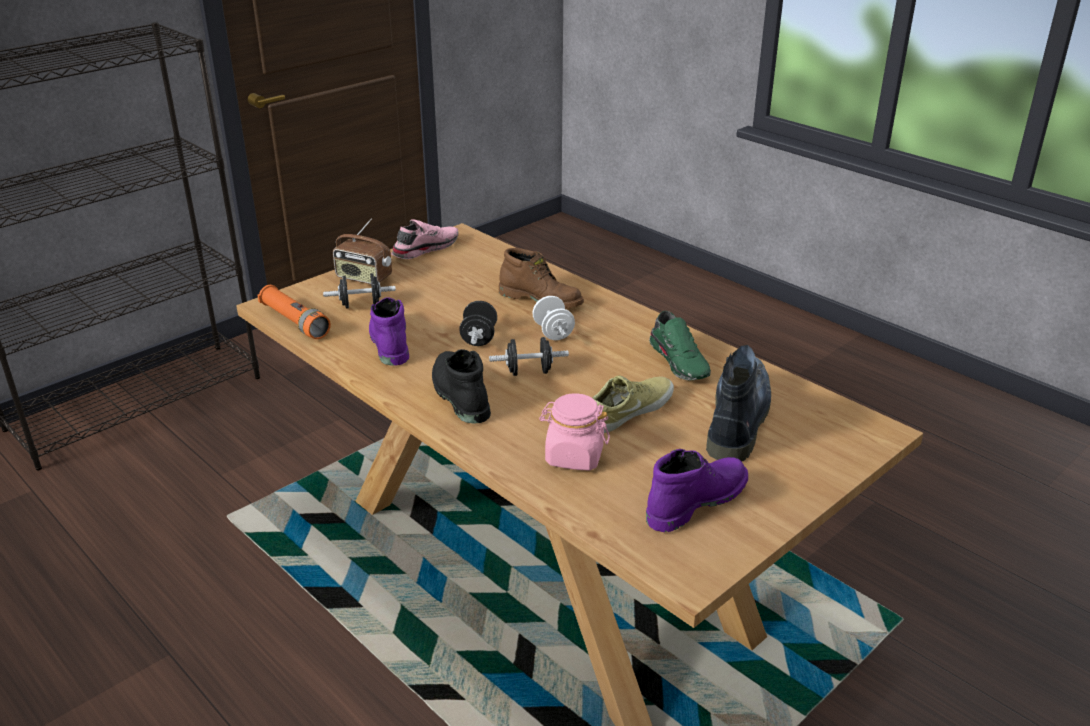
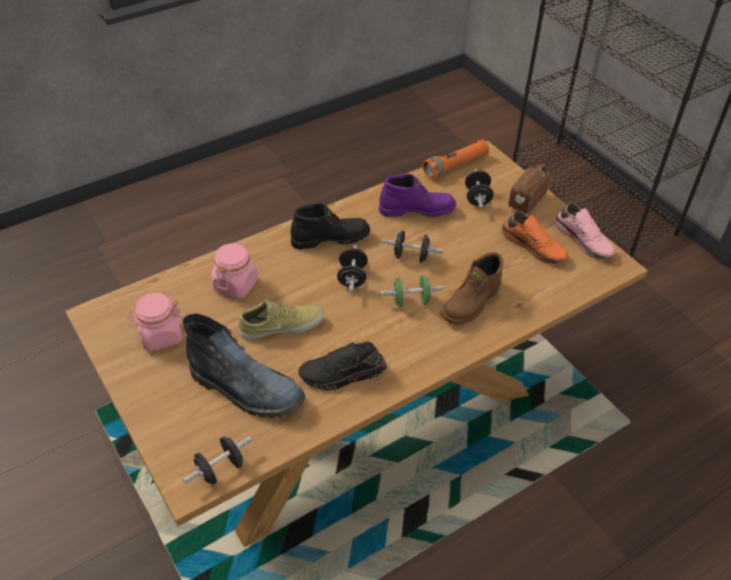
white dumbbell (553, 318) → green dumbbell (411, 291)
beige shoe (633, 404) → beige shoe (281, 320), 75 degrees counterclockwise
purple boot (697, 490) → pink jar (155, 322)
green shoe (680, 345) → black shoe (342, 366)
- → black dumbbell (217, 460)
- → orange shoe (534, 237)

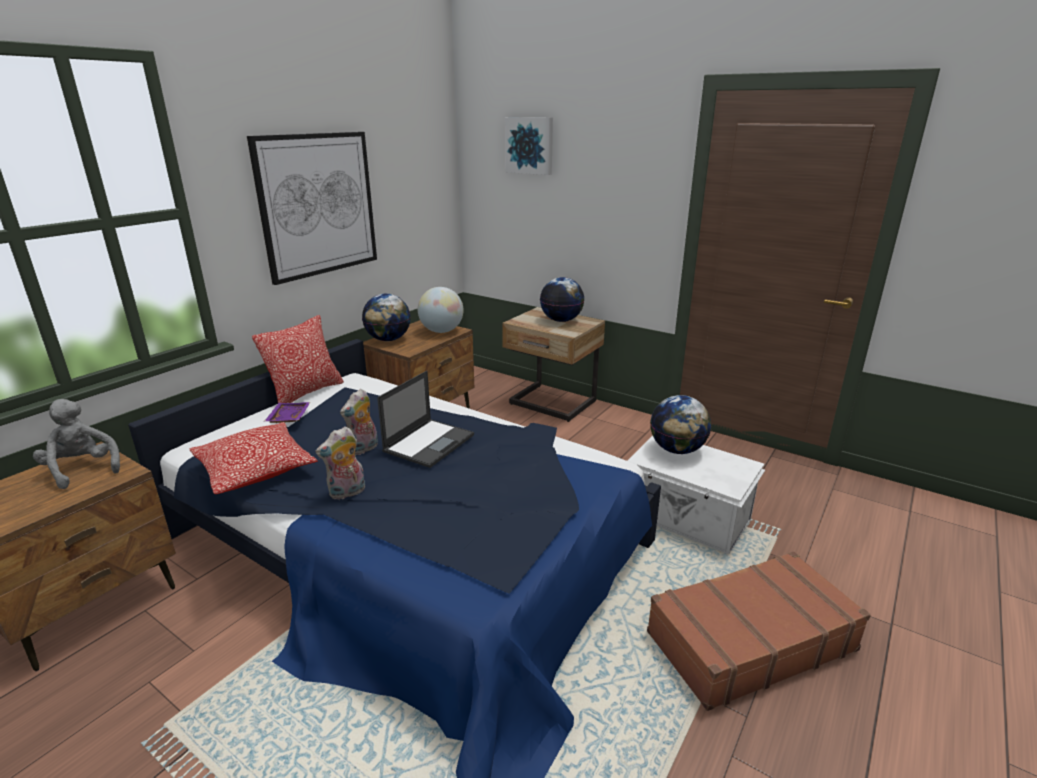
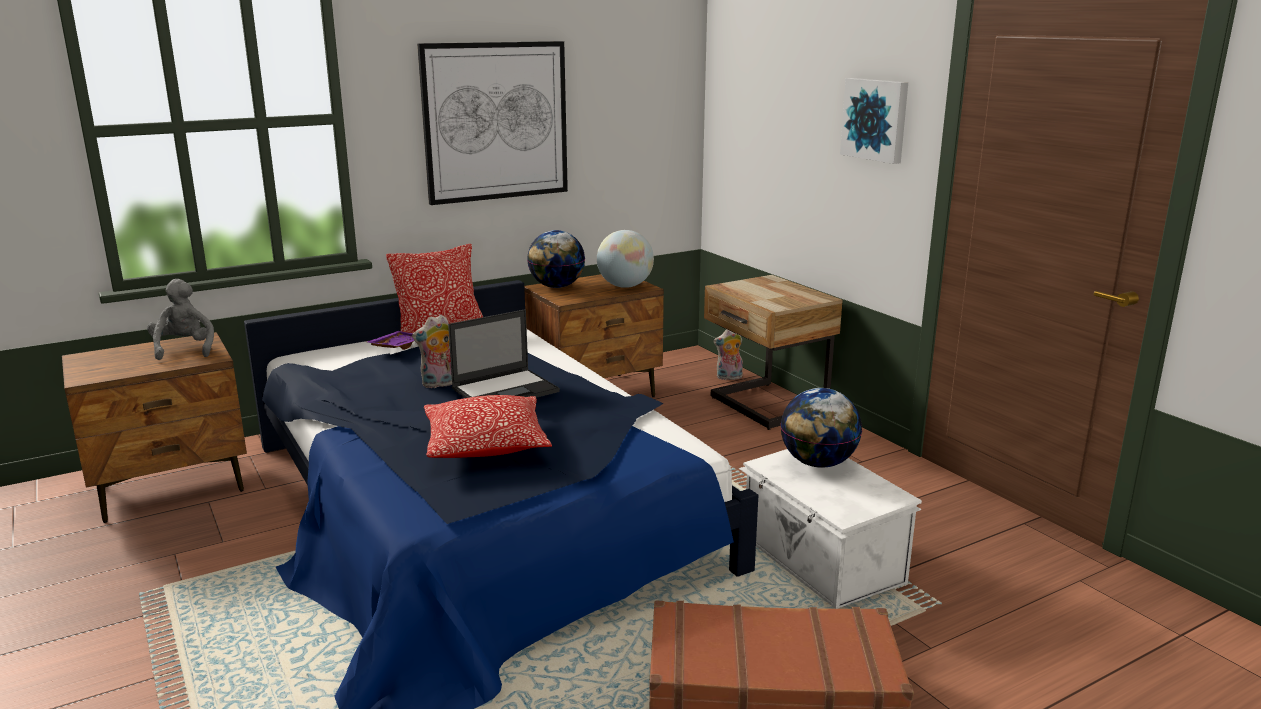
pillow (254, 458) → pillow (488, 426), shifted
plush toy (340, 463) → plush toy (728, 354), shifted
picture (529, 146) → picture (874, 121), shifted
globe (562, 299) → -

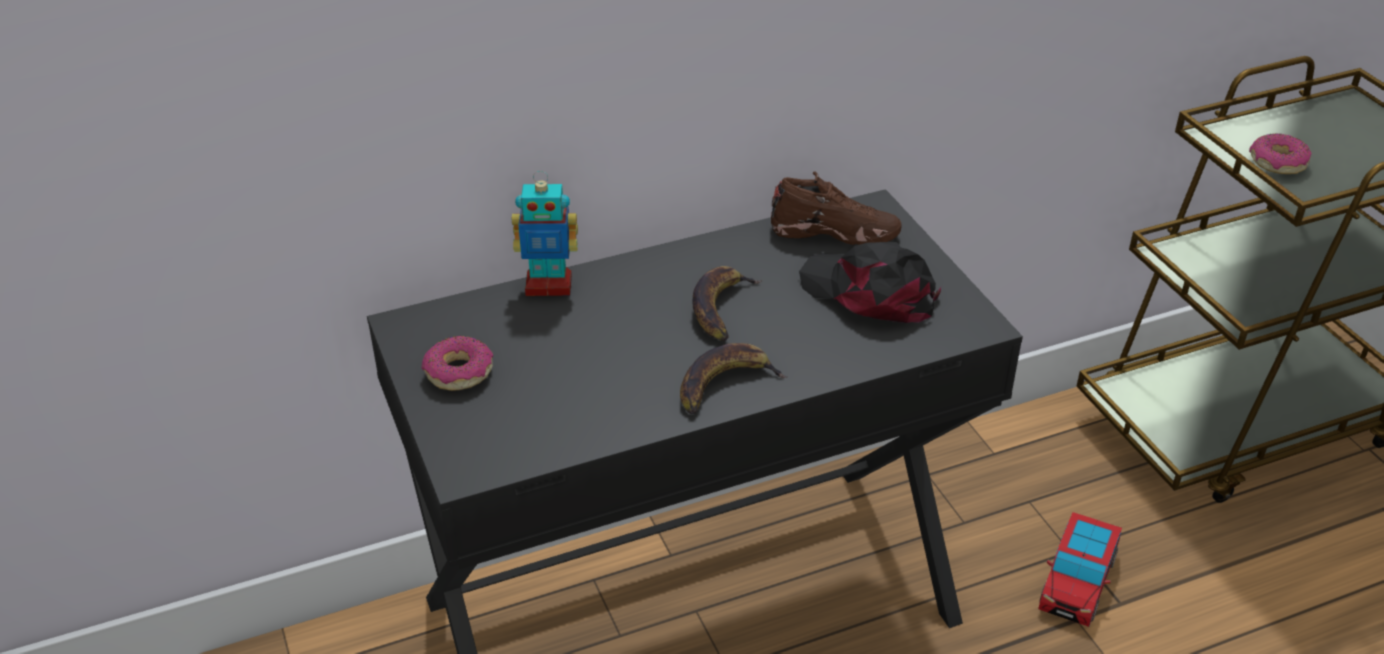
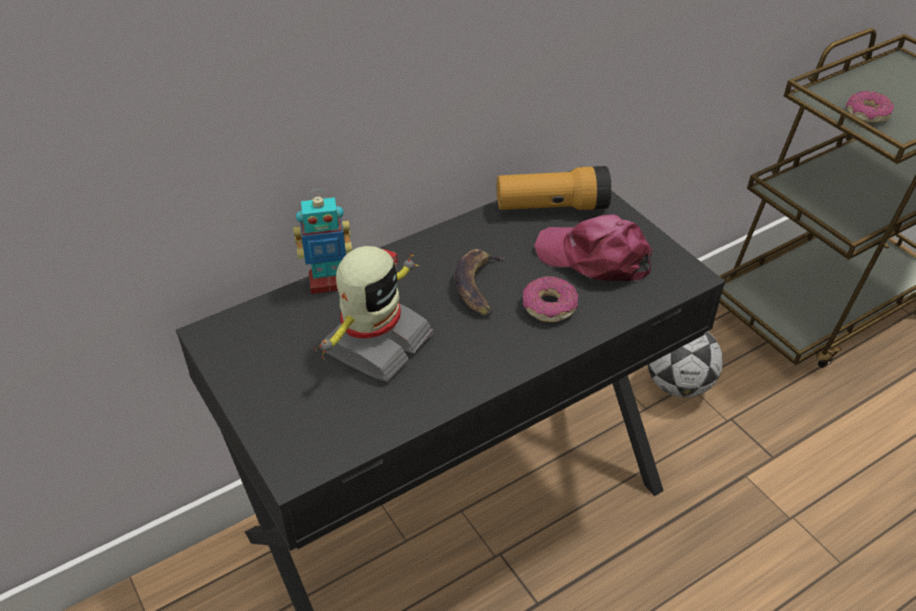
donut (457, 363) → donut (550, 299), shifted
banana (734, 378) → -
brown shoe (836, 208) → flashlight (554, 188)
black cap (870, 282) → pink cap (593, 247)
toy car (1080, 569) → -
- → toy robot (374, 314)
- → football (685, 364)

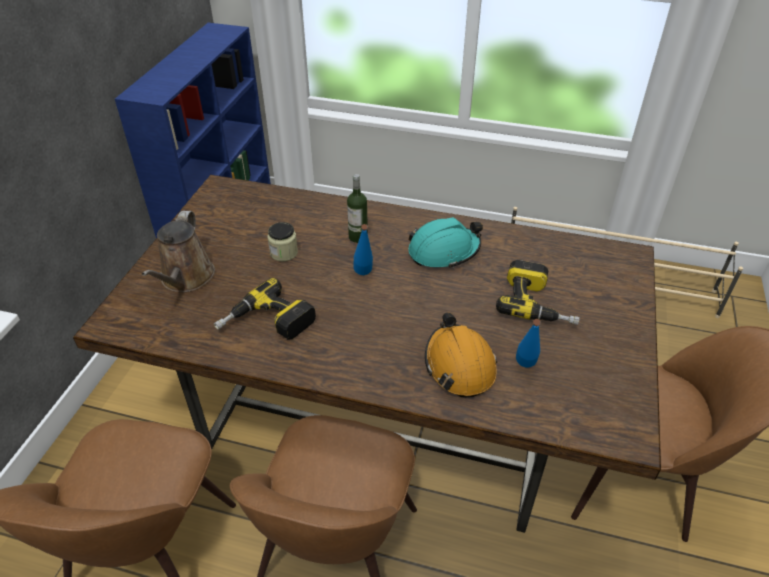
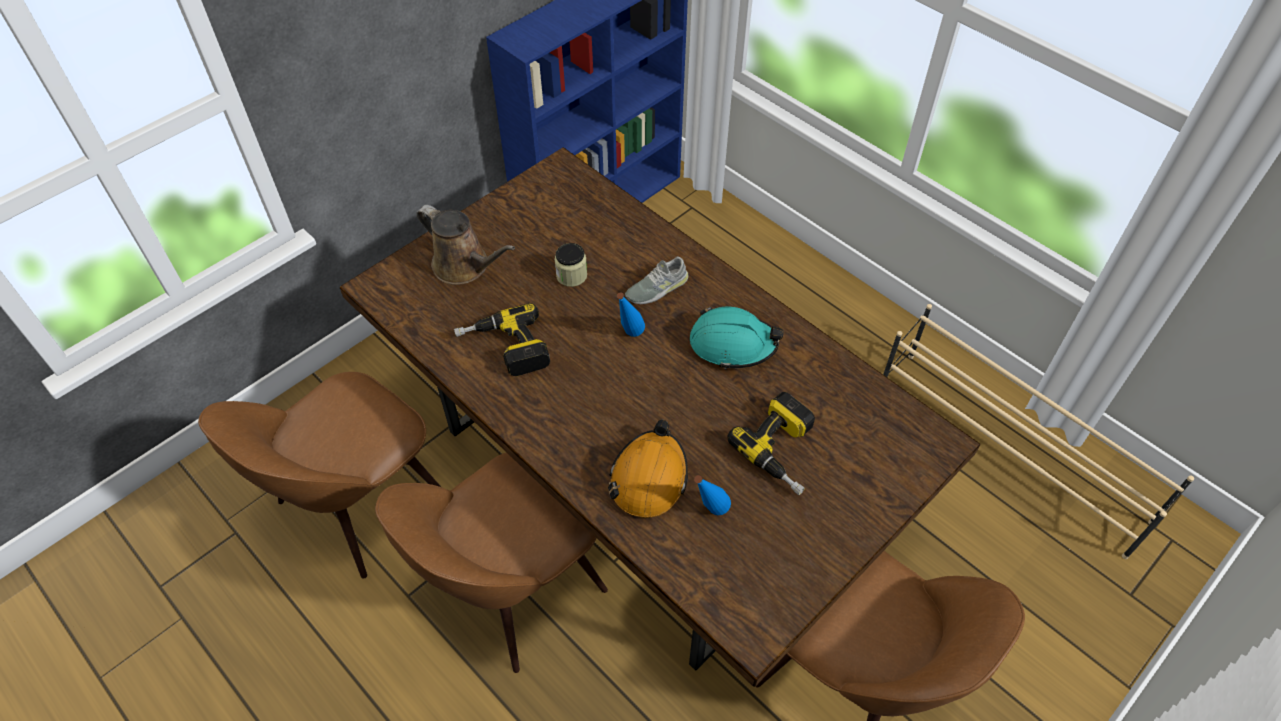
brown watering can (178, 251) → brown watering can (466, 245), 90 degrees counterclockwise
bottle (357, 208) → grey shoe (657, 280)

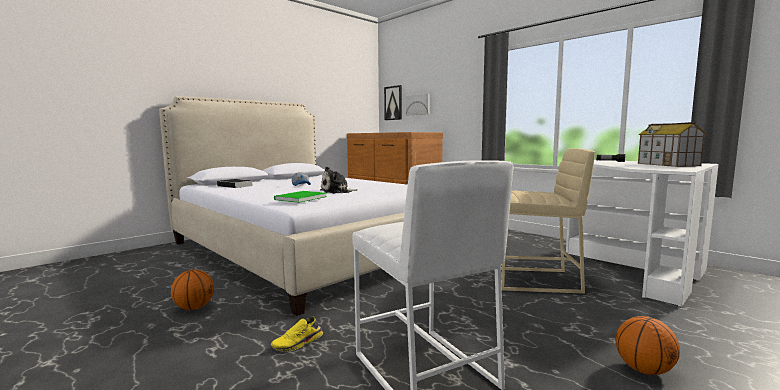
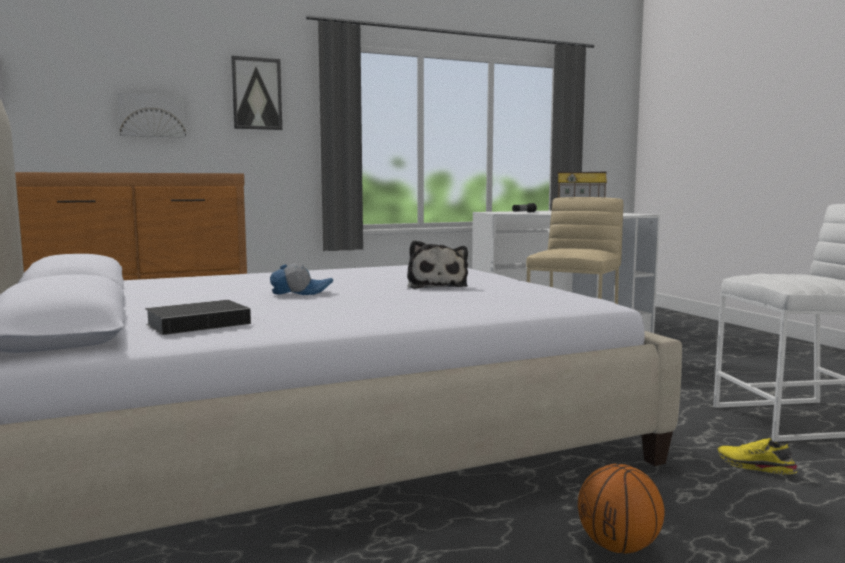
yellow shoe (297, 334) → yellow shoe (758, 456), 150 degrees clockwise
green book (300, 197) → -
picture (393, 102) → picture (256, 93), shifted
basketball (648, 345) → -

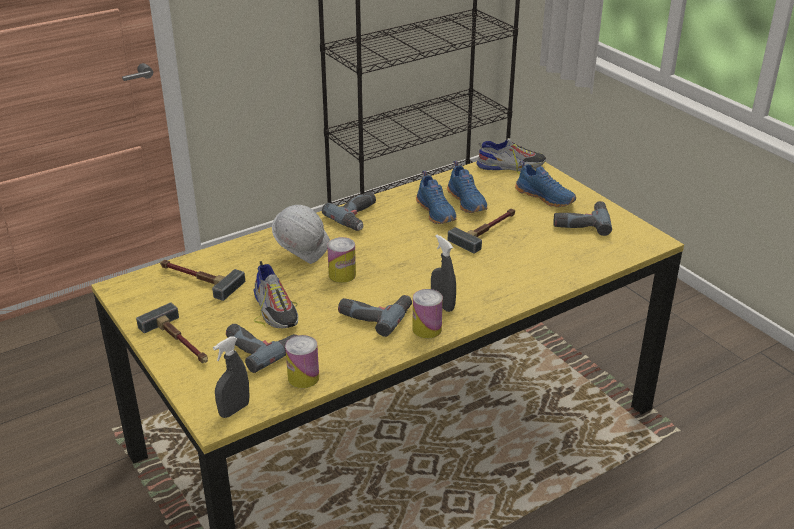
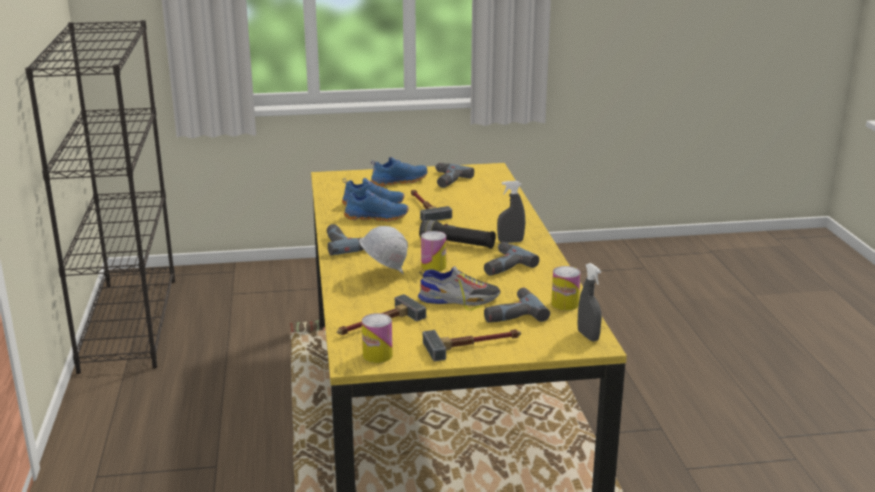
can (427, 313) → can (377, 338), shifted
shoe (511, 156) → -
- → black flashlight (457, 234)

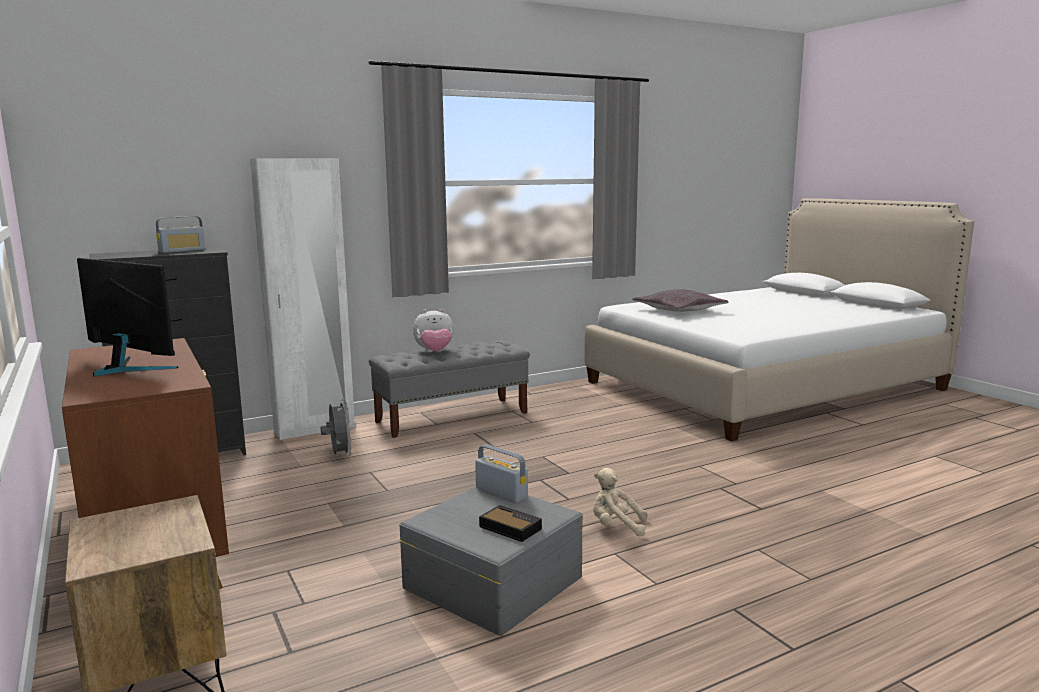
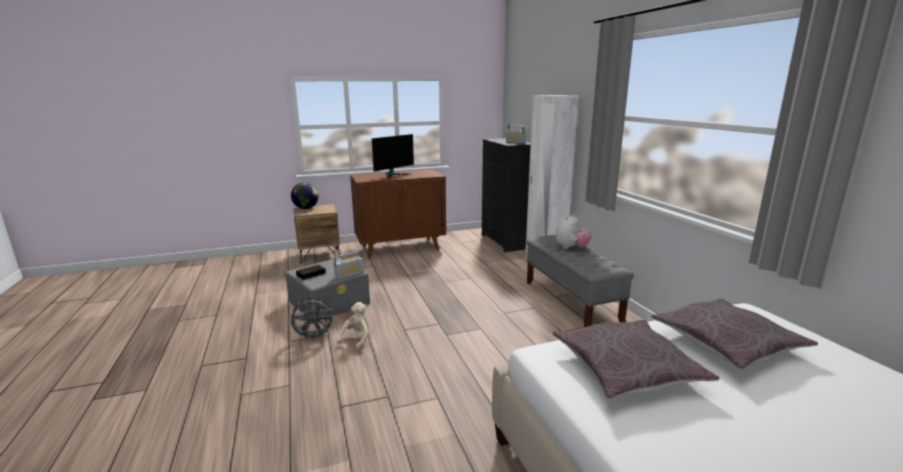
grey fan (336, 427) → grey fan (311, 319), shifted
plush toy (433, 330) → plush toy (573, 231), 135 degrees counterclockwise
- → globe (305, 195)
- → grey pillow (636, 359)

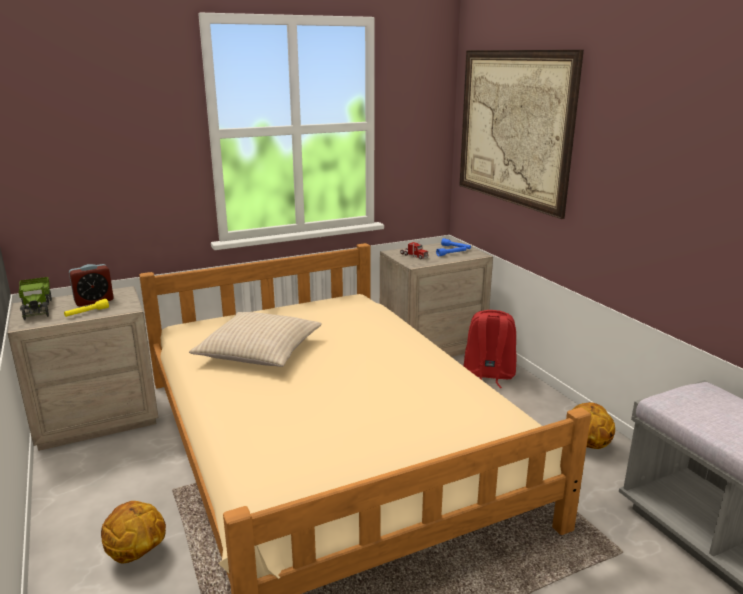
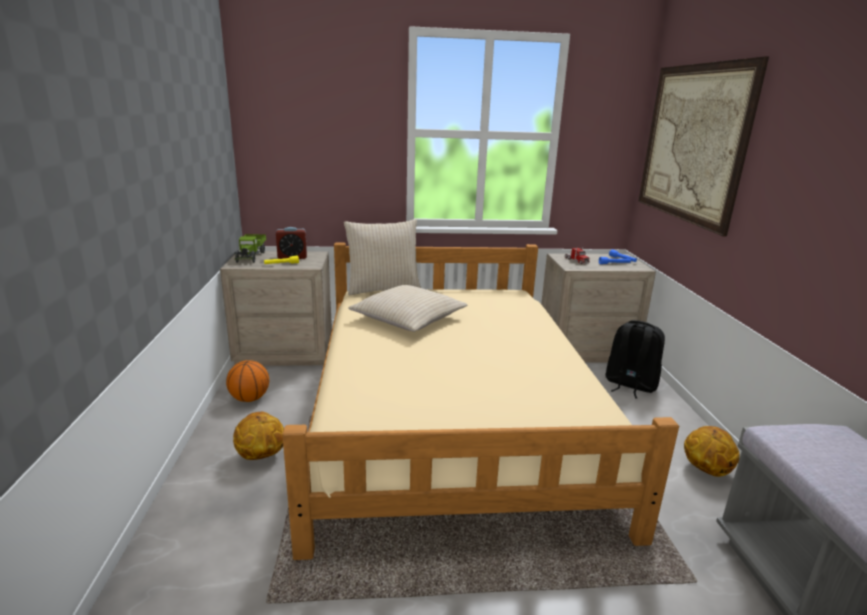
red backpack (490, 349) → black backpack (635, 359)
- → basketball (247, 381)
- → beige pillow (382, 257)

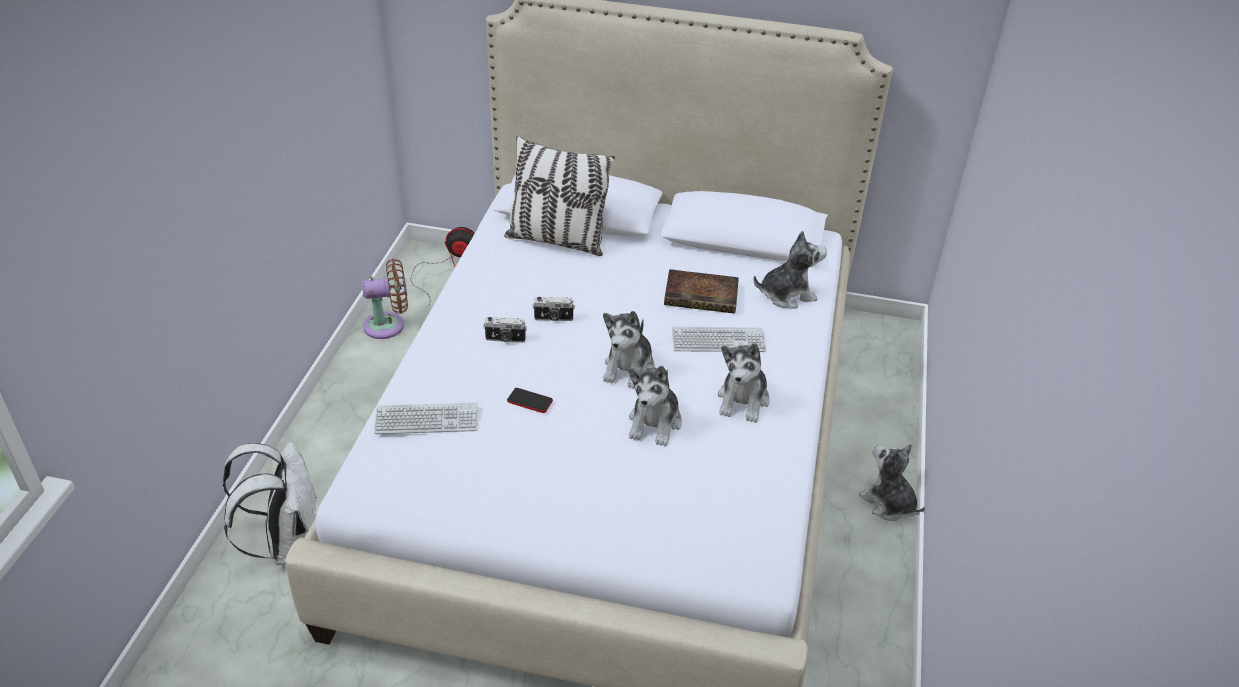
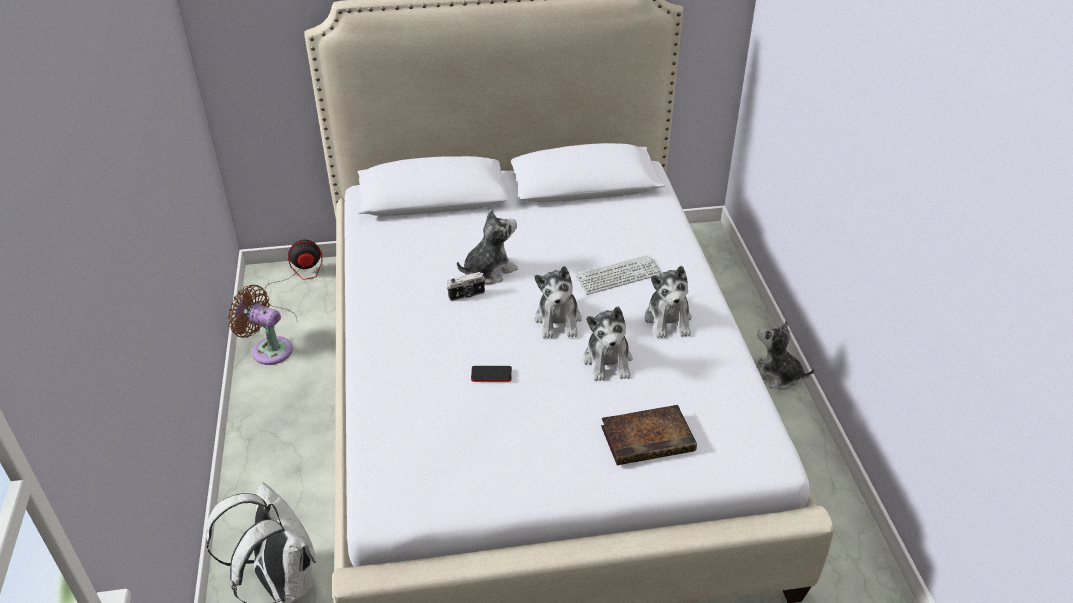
brown fan (385, 298) → brown fan (260, 325), 120 degrees counterclockwise
keyboard (426, 418) → -
photo camera (505, 330) → -
pillow (559, 196) → -
book (701, 291) → book (649, 435), shifted
plush toy (790, 269) → plush toy (487, 246), shifted

